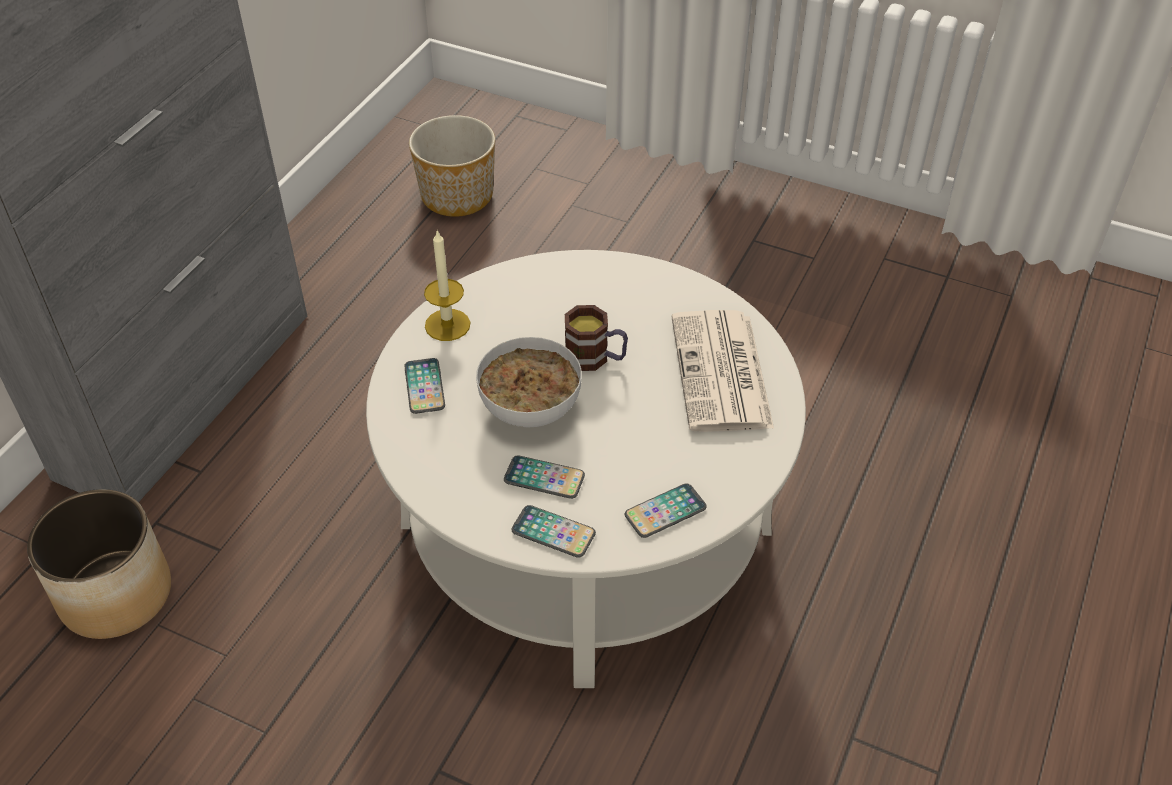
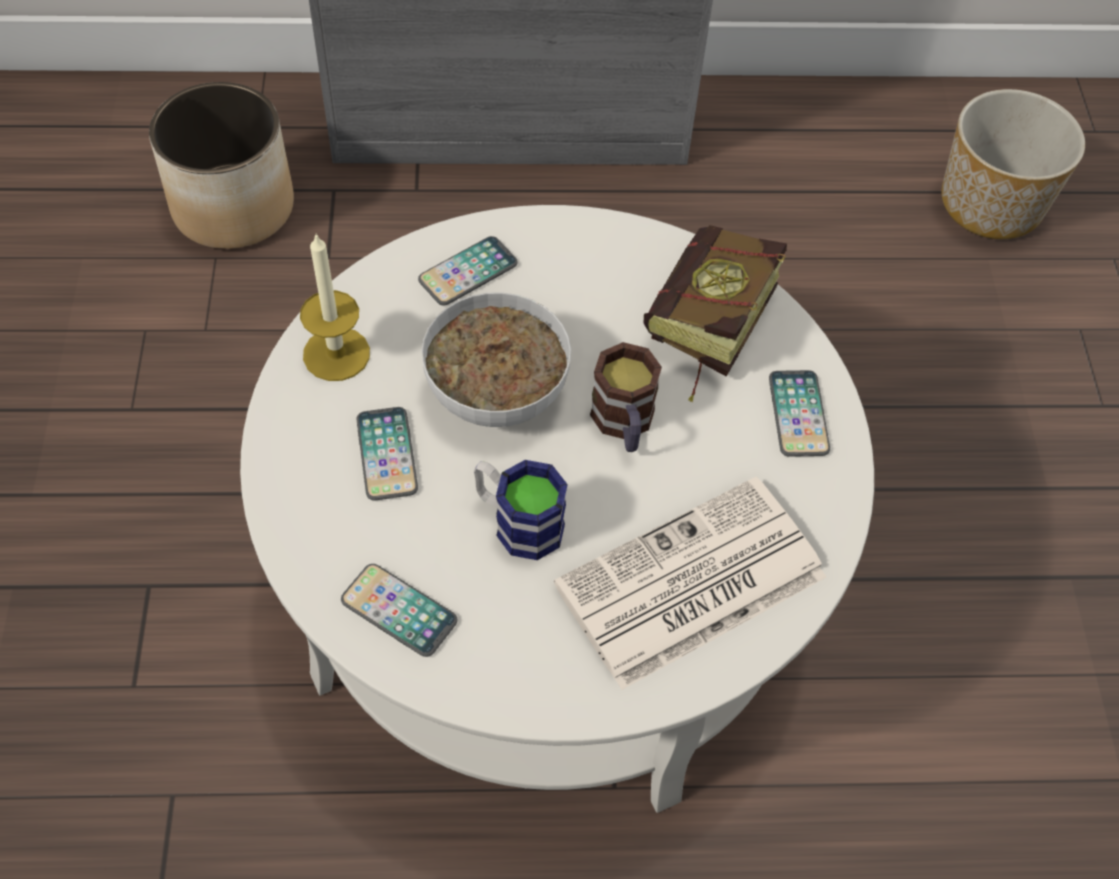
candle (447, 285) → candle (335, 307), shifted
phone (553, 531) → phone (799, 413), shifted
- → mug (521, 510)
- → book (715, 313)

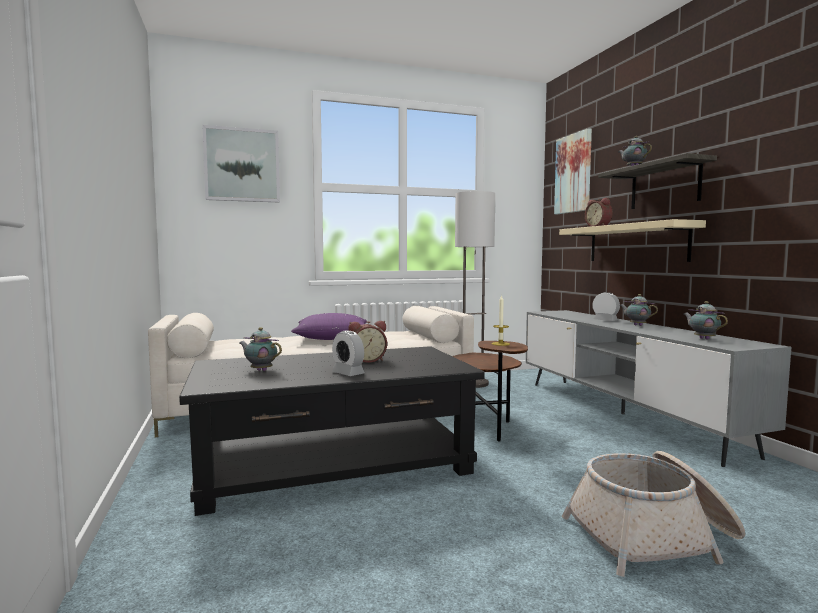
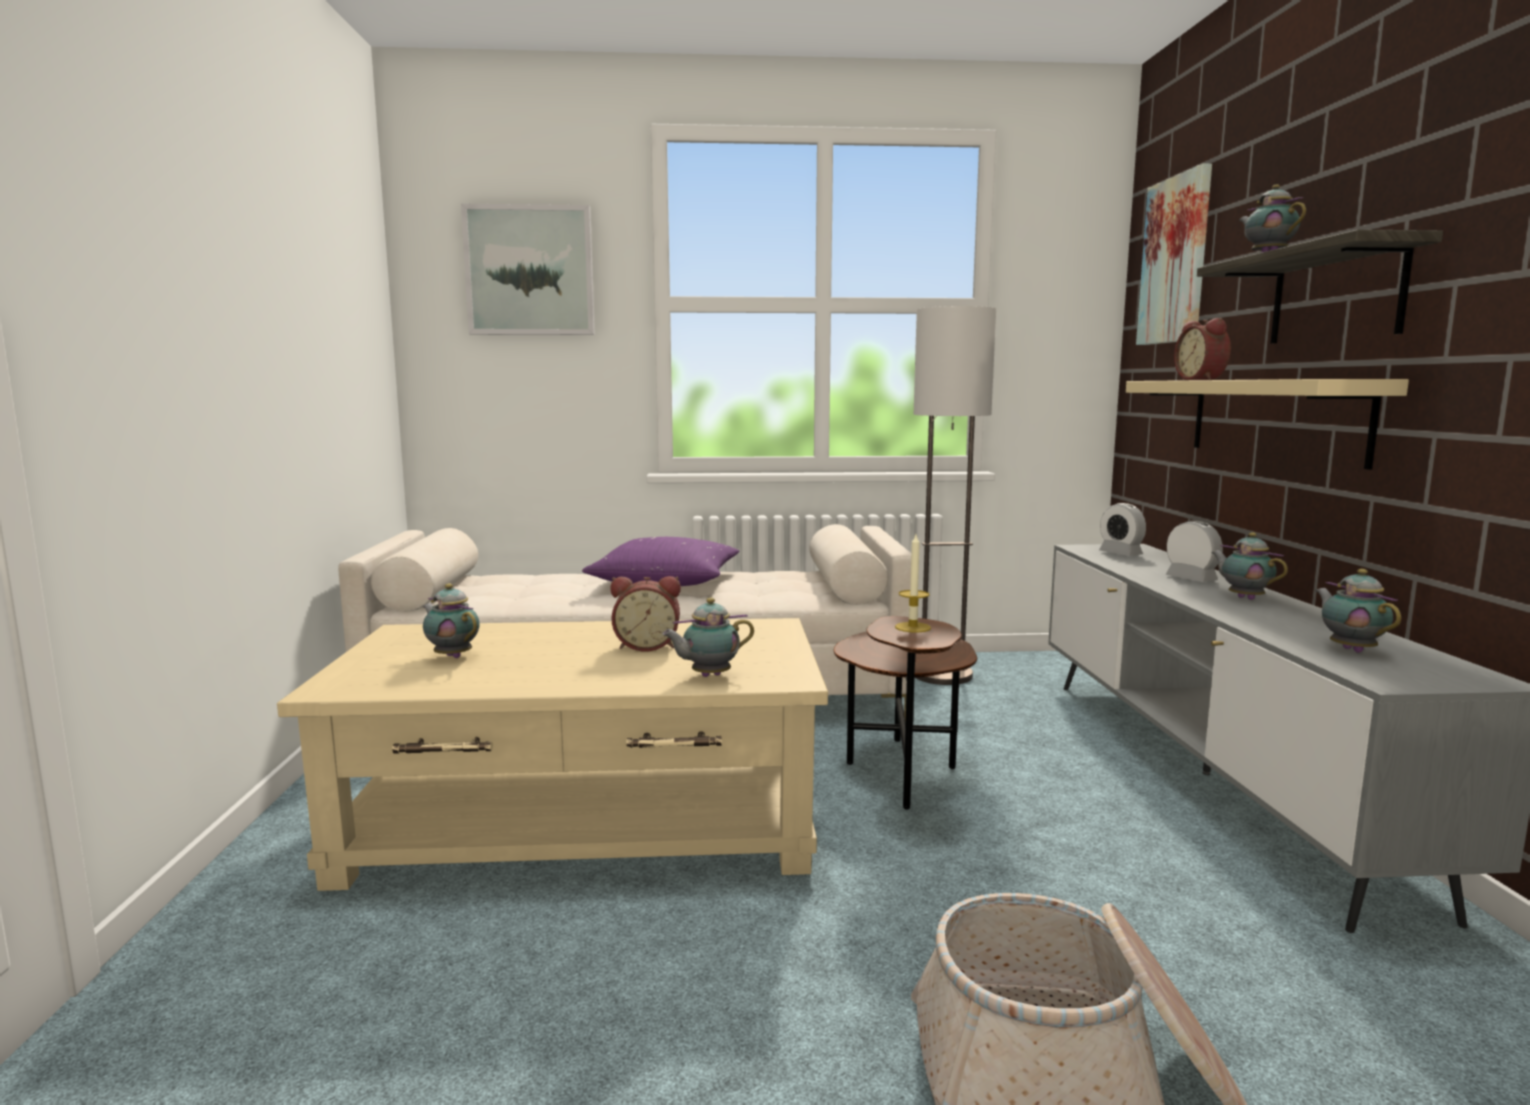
black coffee table (332, 431) → beige coffee table (552, 754)
alarm clock (348, 353) → alarm clock (1122, 529), shifted
- → teapot (708, 637)

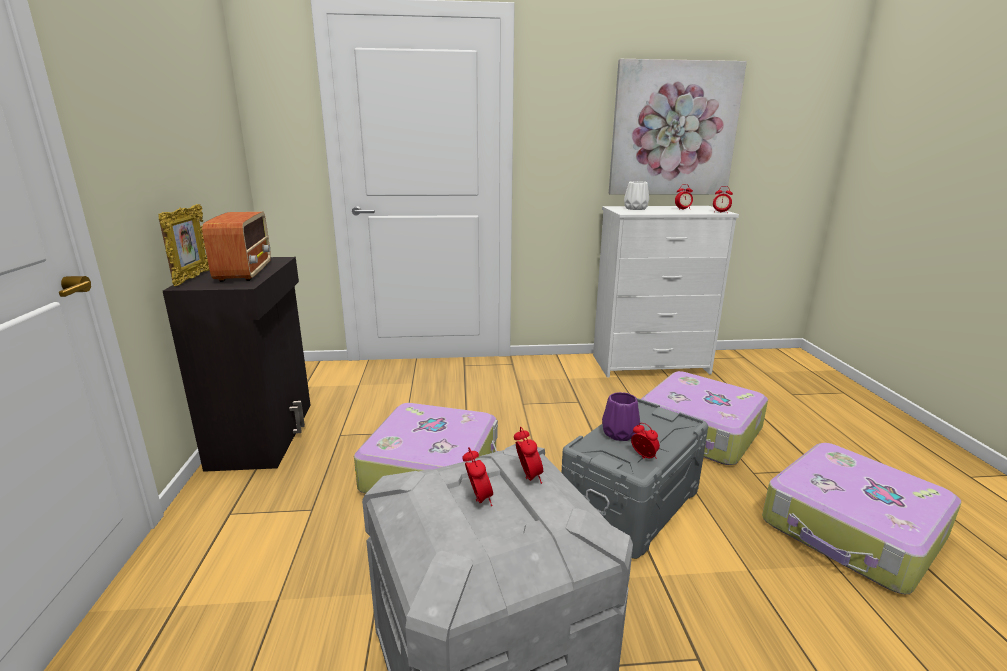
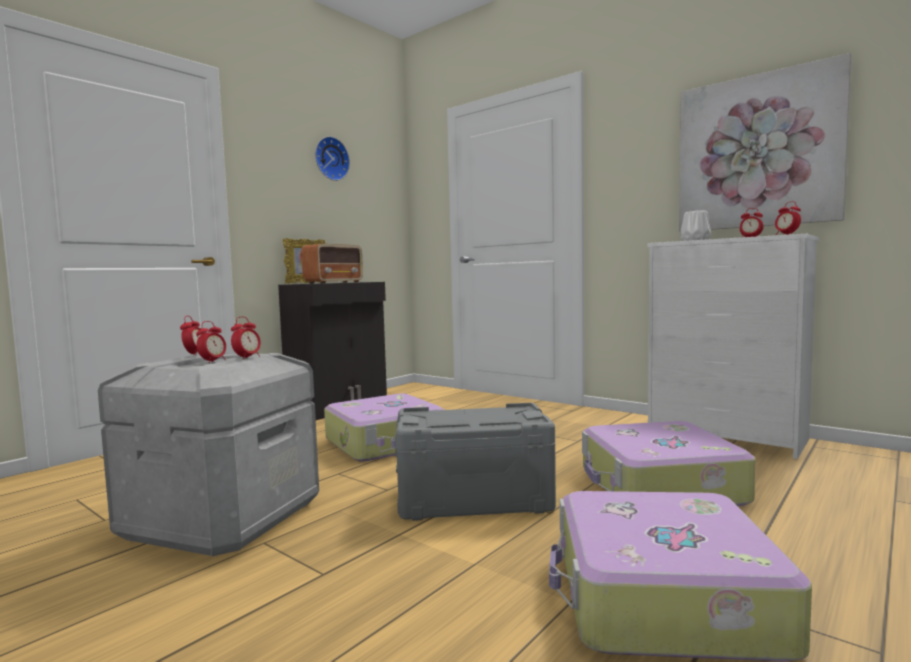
purple vase (621, 416) → -
alarm clock (645, 441) → alarm clock (191, 335), shifted
- → wall clock (332, 158)

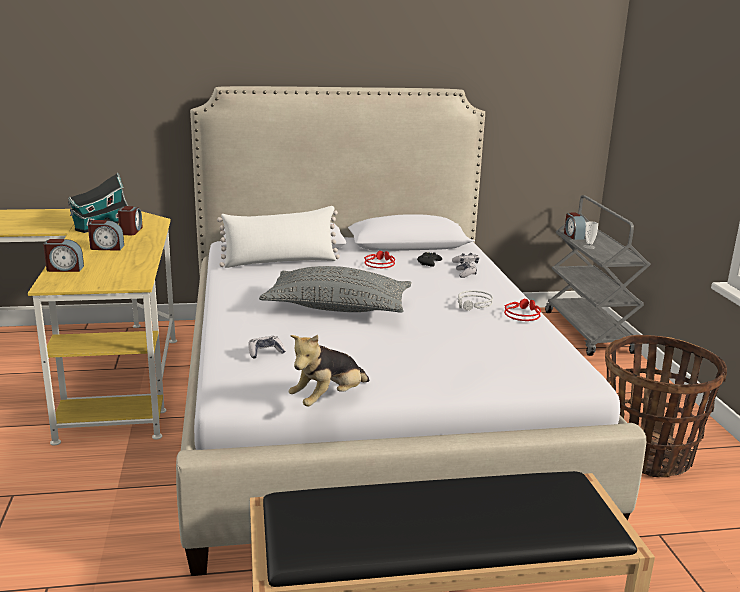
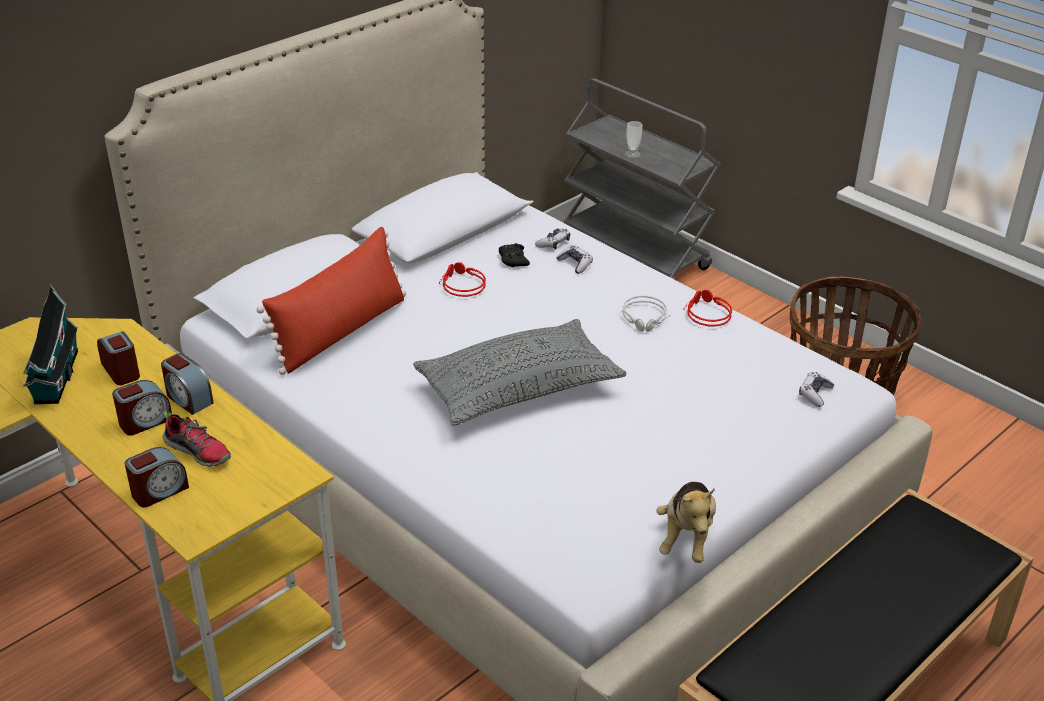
white pillow (278, 237) → red pillow (331, 301)
game controller (267, 347) → game controller (816, 389), shifted
alarm clock (575, 226) → alarm clock (187, 384), shifted
- → shoe (197, 438)

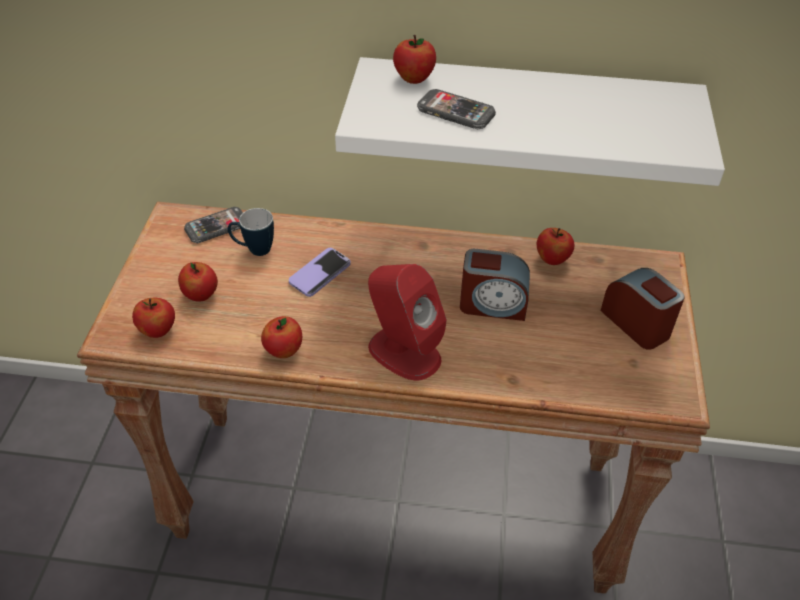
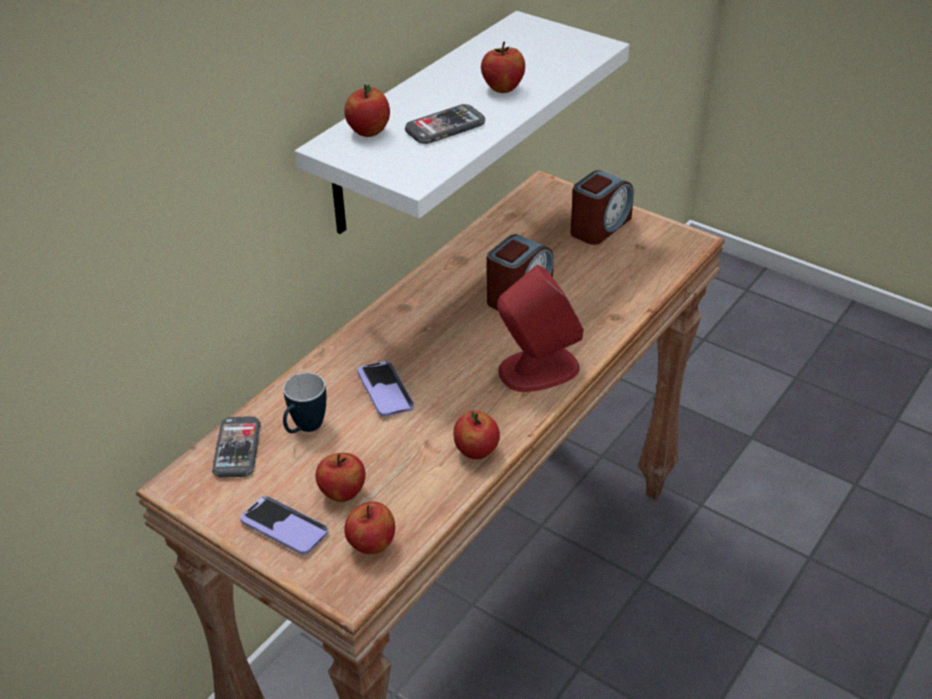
apple (555, 246) → apple (503, 67), shifted
alarm clock (643, 309) → alarm clock (602, 207), 135 degrees clockwise
- → phone (284, 525)

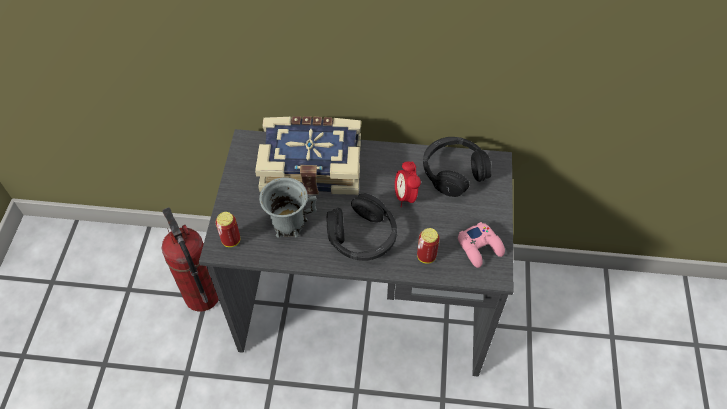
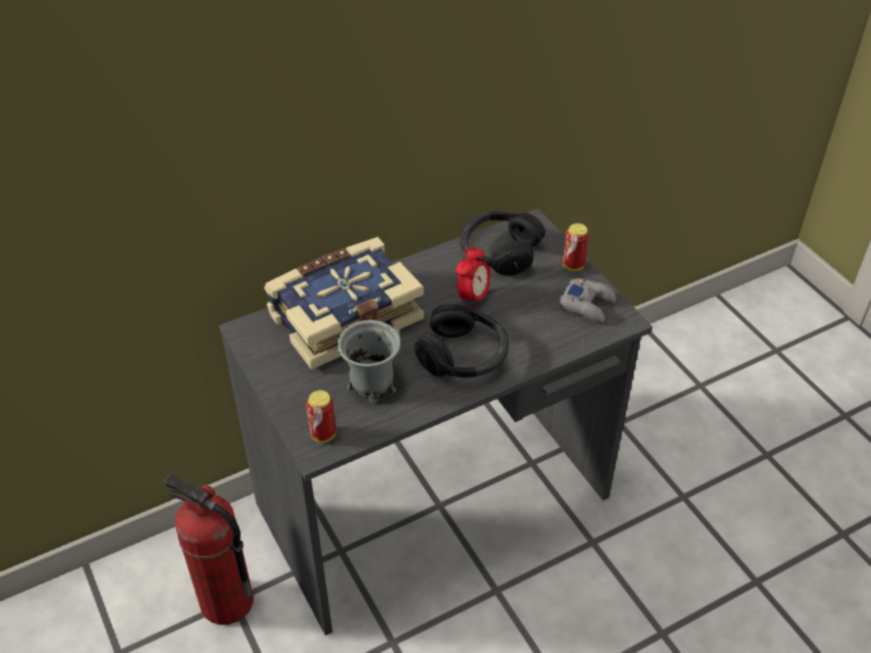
alarm clock (408, 184) → alarm clock (473, 277), 105 degrees counterclockwise
can (428, 246) → can (576, 247), shifted
pink game controller (481, 245) → grey game controller (587, 300)

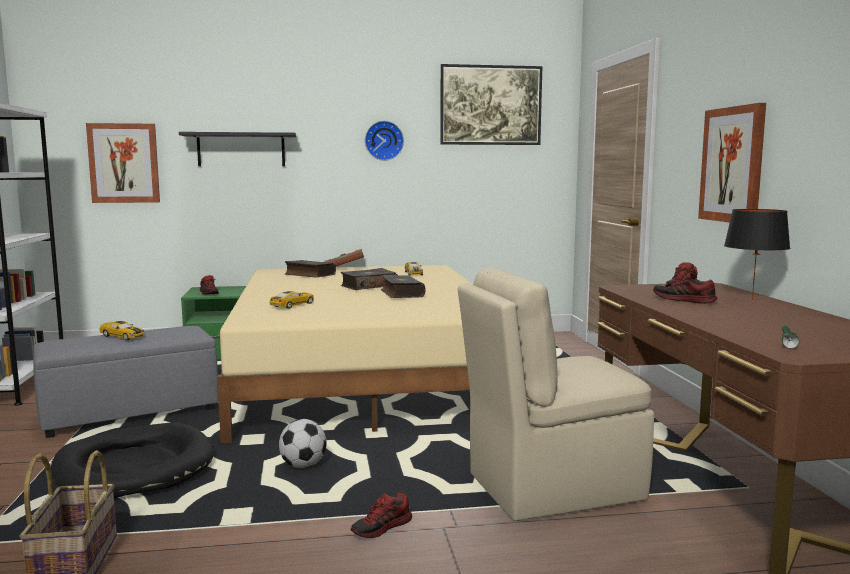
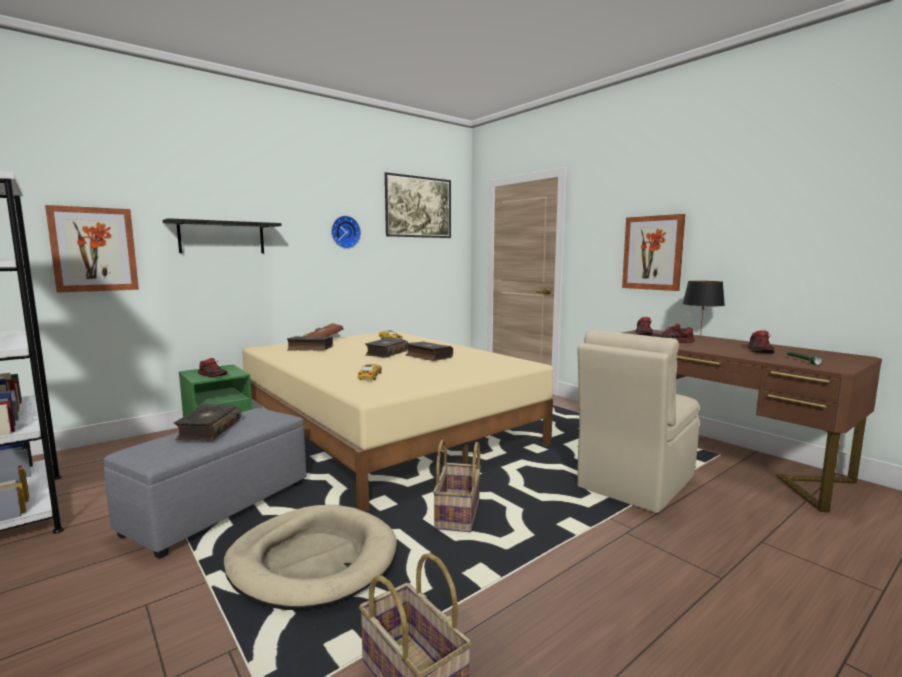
black dog bed (132, 460) → beige dog bed (310, 557)
toy car (122, 330) → book (207, 422)
football (303, 443) → basket (457, 486)
shoe (381, 515) → shoe (761, 342), shifted

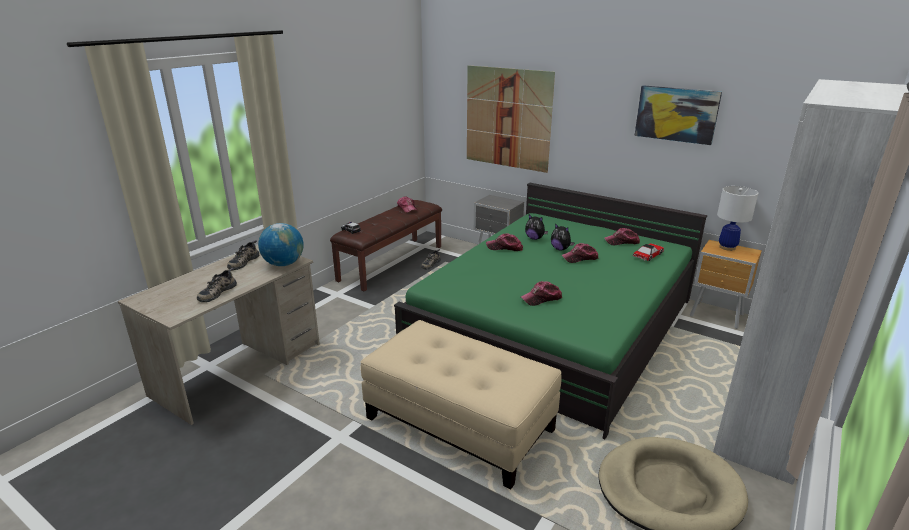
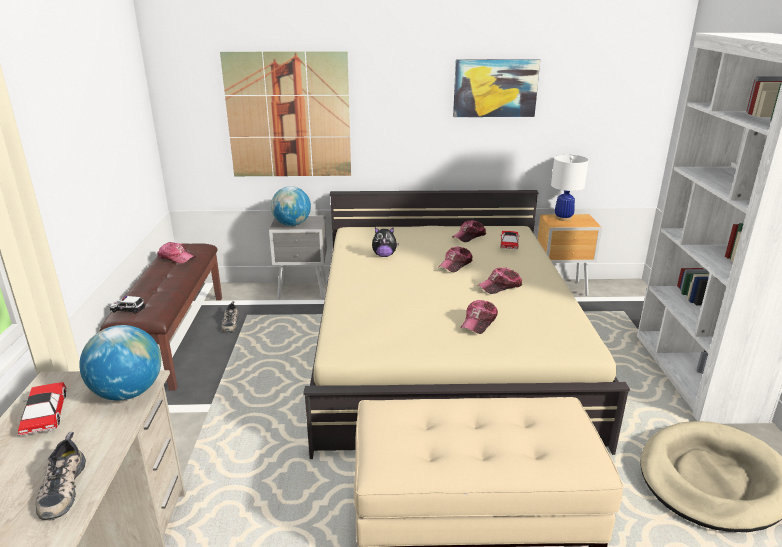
shoe (243, 255) → toy car (42, 409)
green bed (550, 311) → beige bed (466, 324)
cap (504, 242) → cap (500, 280), shifted
plush toy (563, 237) → -
- → globe (291, 206)

